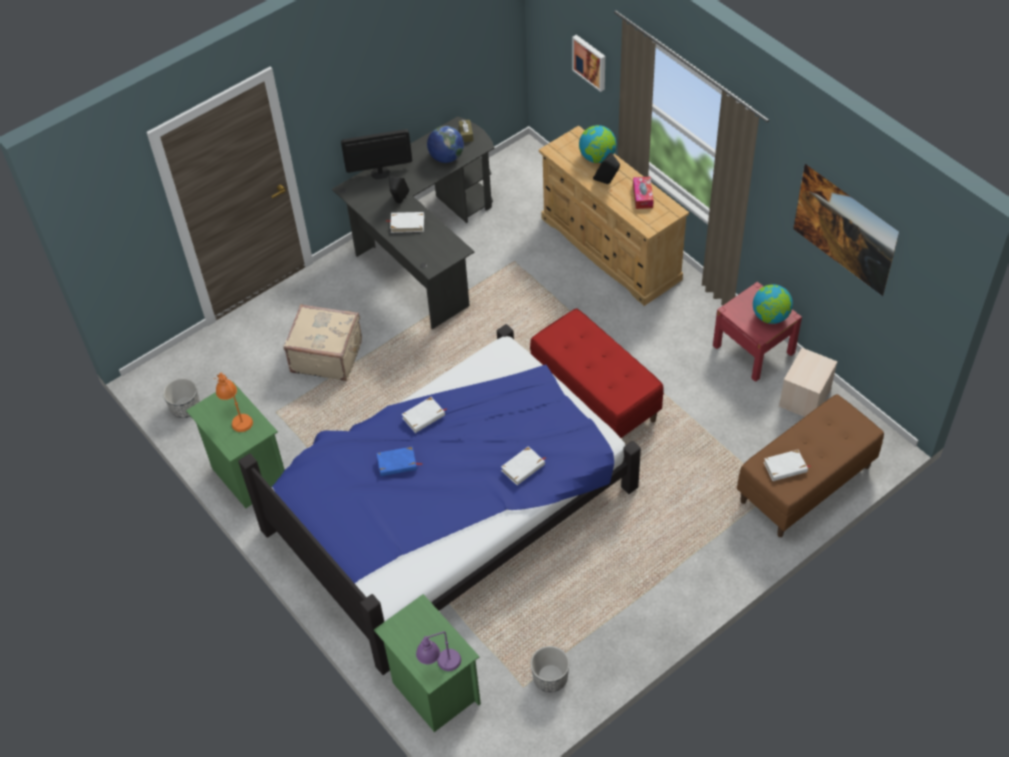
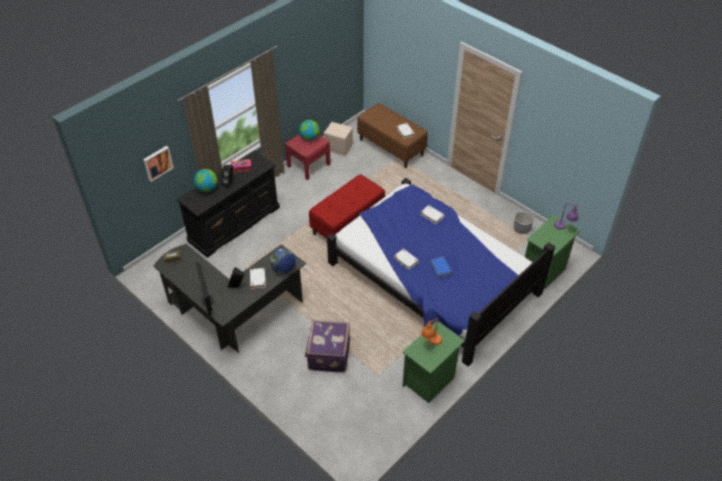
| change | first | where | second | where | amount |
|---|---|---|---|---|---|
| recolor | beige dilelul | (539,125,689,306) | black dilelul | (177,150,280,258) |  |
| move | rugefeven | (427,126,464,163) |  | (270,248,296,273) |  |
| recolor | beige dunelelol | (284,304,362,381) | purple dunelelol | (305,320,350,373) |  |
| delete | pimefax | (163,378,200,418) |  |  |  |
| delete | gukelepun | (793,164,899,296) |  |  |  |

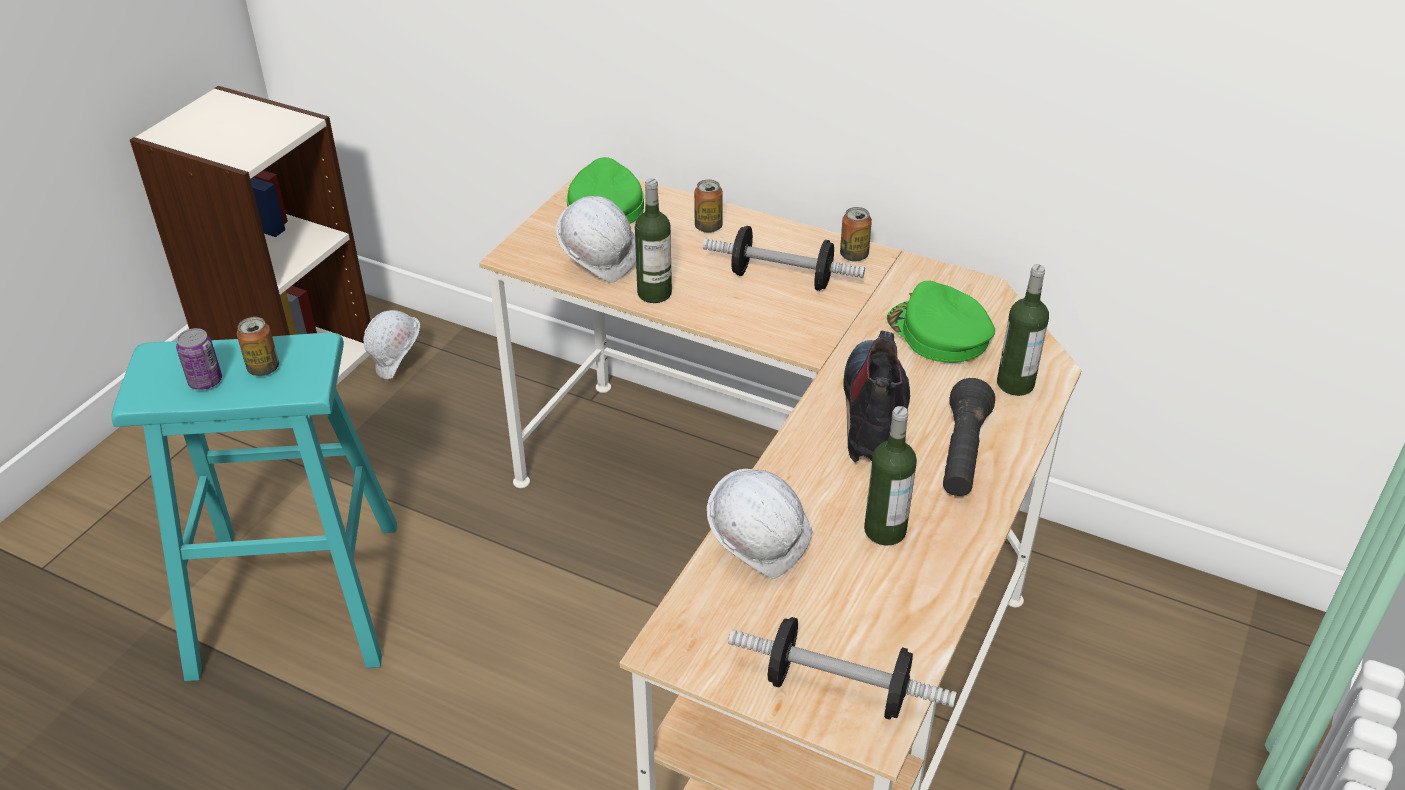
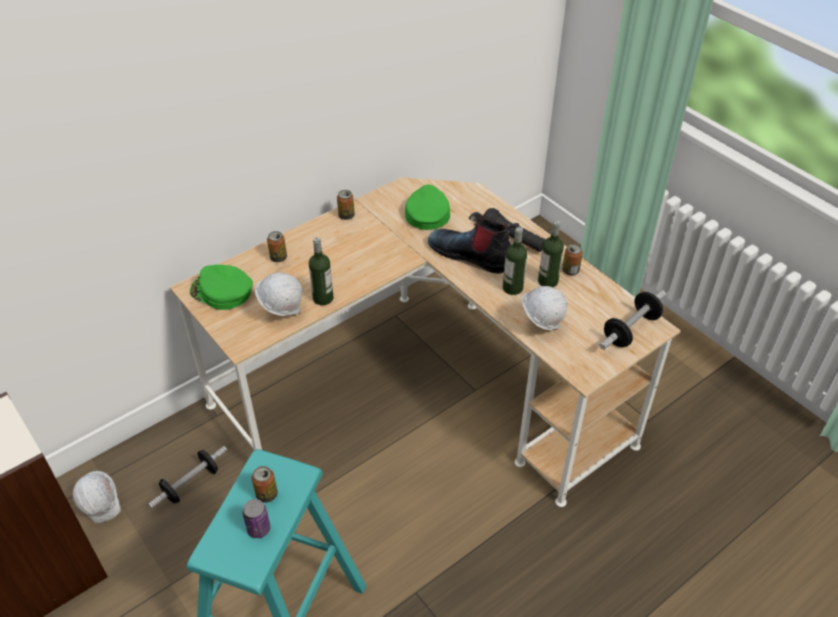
| change | first | where | second | where | amount |
|---|---|---|---|---|---|
| move | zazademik | (703,226,865,291) |  | (148,446,227,509) |  |
| rotate | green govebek | (887,281,995,363) |  | (405,184,450,230) | 105 degrees clockwise |
| move | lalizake | (997,264,1049,396) |  | (503,227,527,295) |  |
| insert |  |  | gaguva | (562,244,583,275) |  |

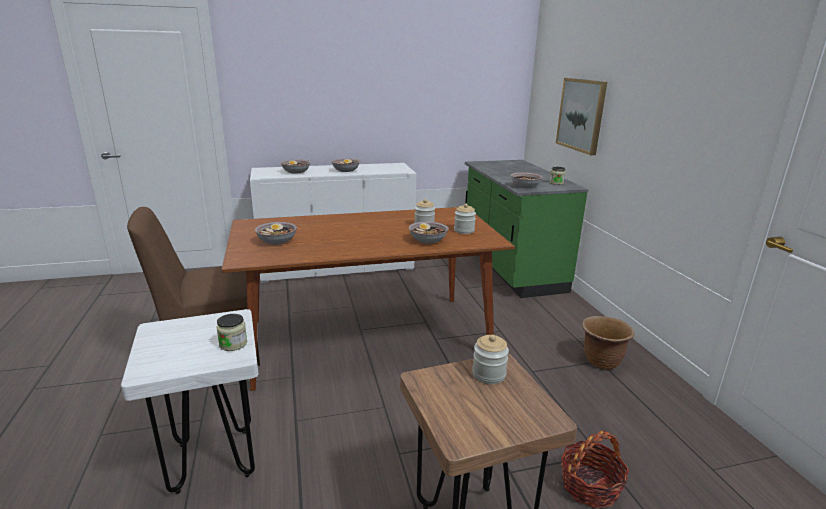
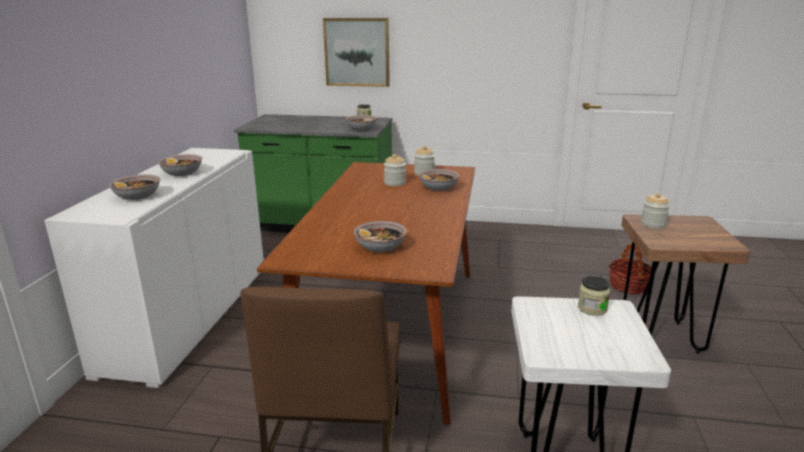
| change | first | where | second | where | amount |
|---|---|---|---|---|---|
| delete | brown pimefax | (582,316,634,370) |  |  |  |

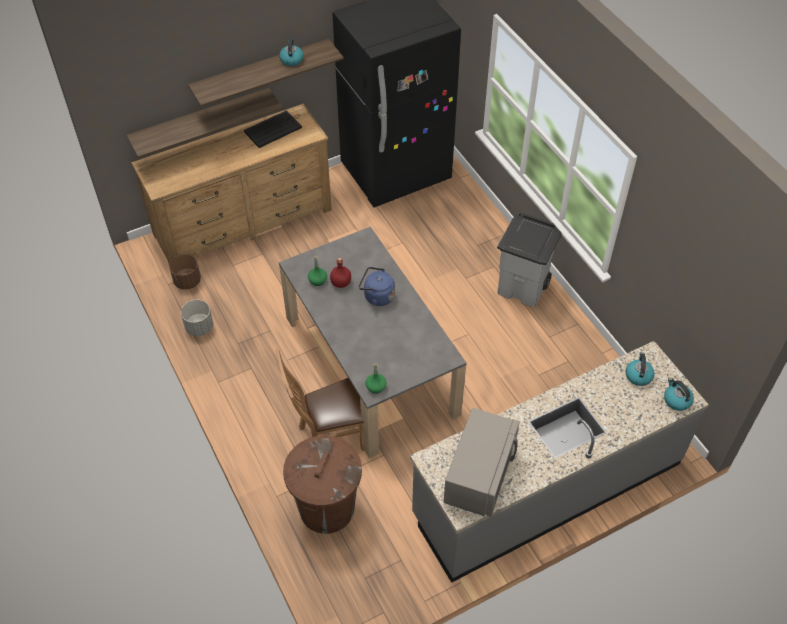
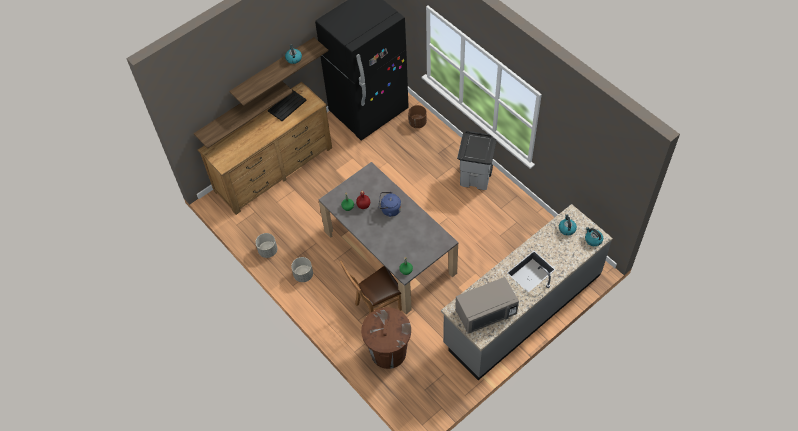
| change | first | where | second | where | amount |
|---|---|---|---|---|---|
| insert |  |  | grey pimefax | (291,257,313,282) |  |
| move | brown pimefax | (169,254,201,290) |  | (408,105,427,128) |  |
| rotate | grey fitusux | (443,408,519,517) |  | (455,277,519,334) | 60 degrees clockwise |

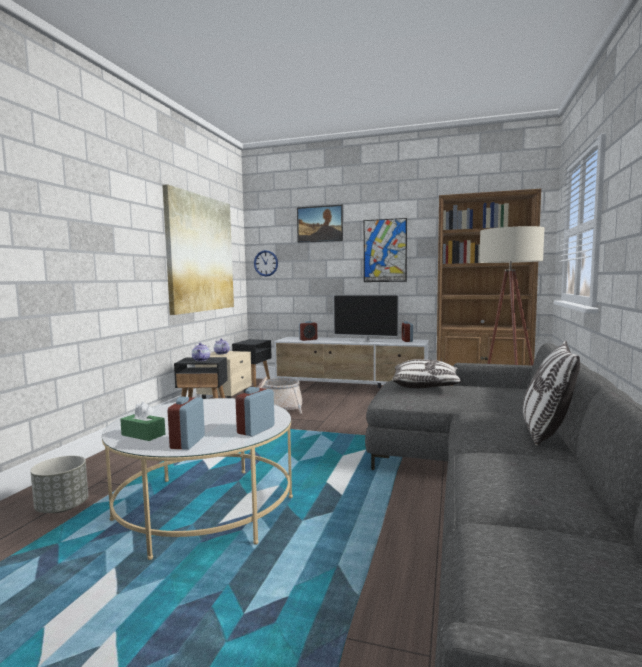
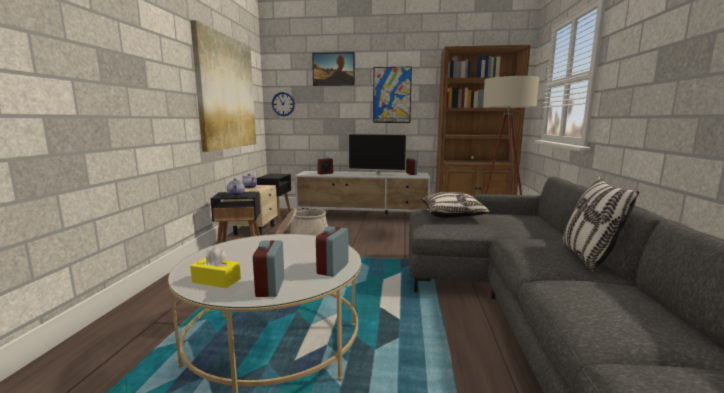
| change | first | where | second | where | amount |
|---|---|---|---|---|---|
| recolor | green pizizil | (120,402,165,441) | yellow pizizil | (190,246,241,288) |  |
| delete | grey pimefax | (30,456,88,513) |  |  |  |

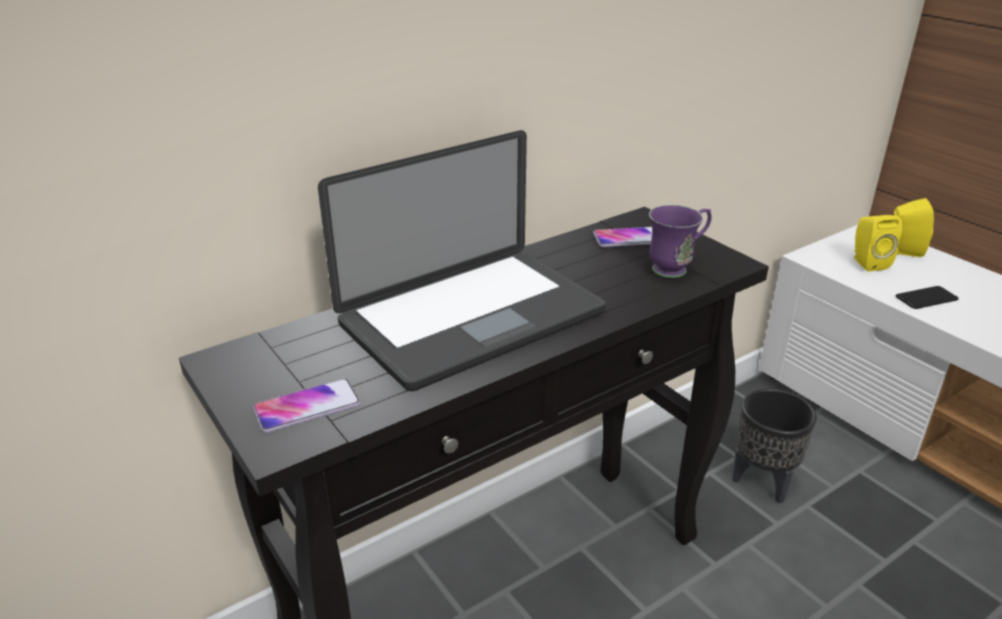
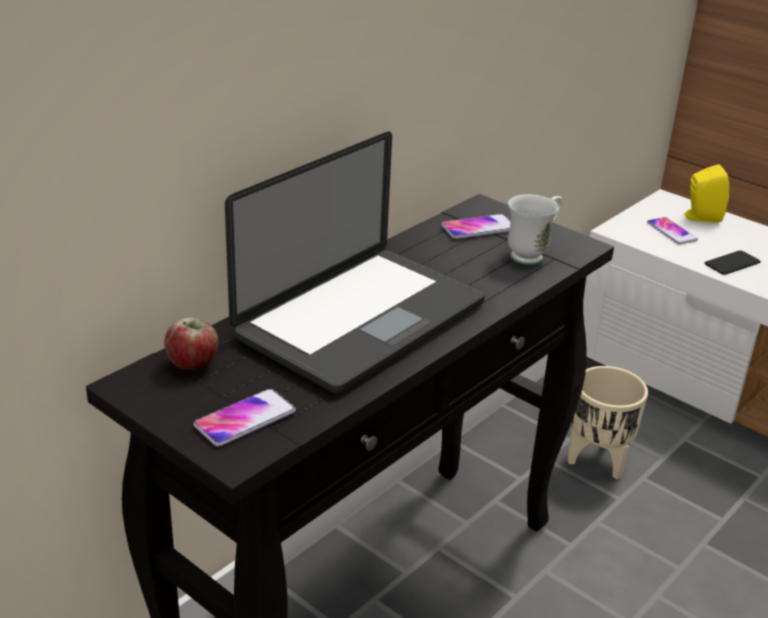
| change | first | where | second | where | amount |
|---|---|---|---|---|---|
| insert |  |  | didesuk | (164,317,218,370) |  |
| recolor | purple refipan | (649,205,712,278) | white refipan | (508,194,562,265) |  |
| recolor | black pimefax | (732,389,817,503) | beige pimefax | (568,366,648,479) |  |
| replace | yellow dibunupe | (854,215,902,271) | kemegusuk | (647,217,698,245) |  |

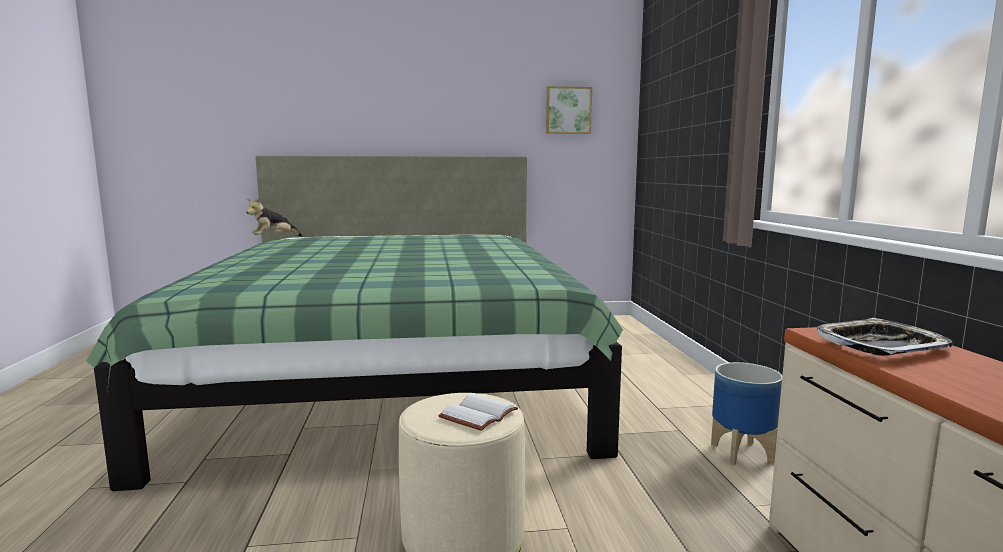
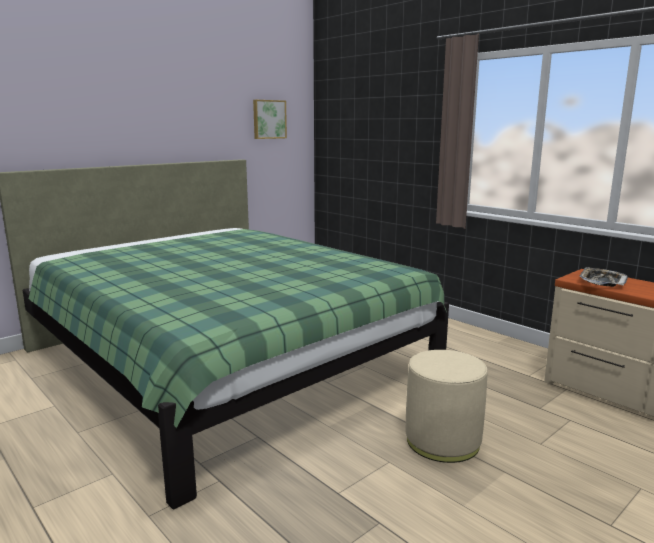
| change | first | where | second | where | amount |
|---|---|---|---|---|---|
| delete | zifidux | (246,198,303,237) |  |  |  |
| delete | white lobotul | (438,394,518,431) |  |  |  |
| delete | pimefax | (711,362,782,466) |  |  |  |

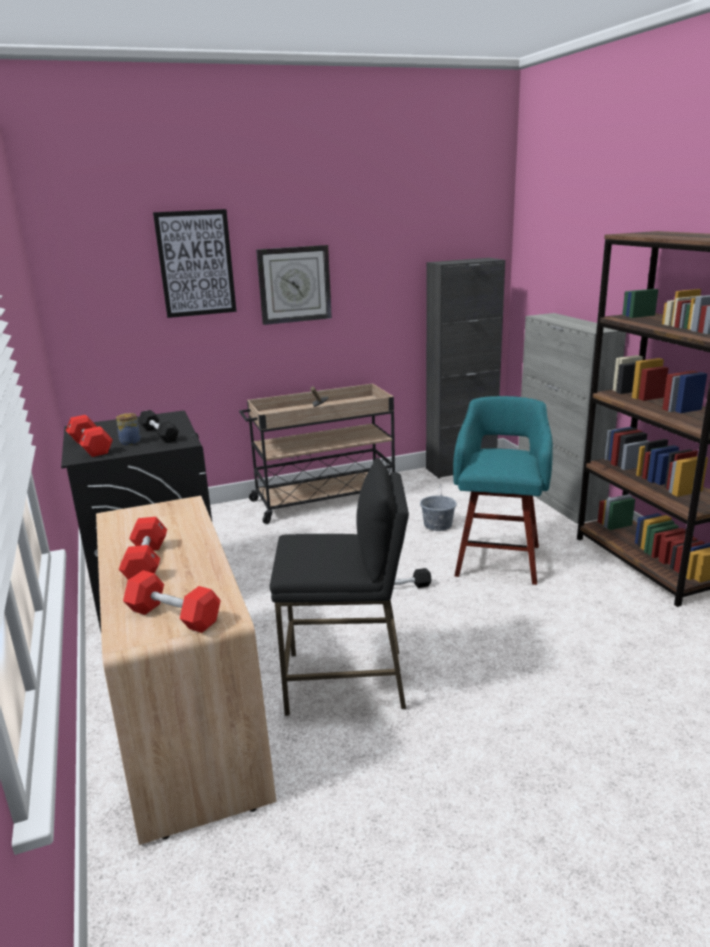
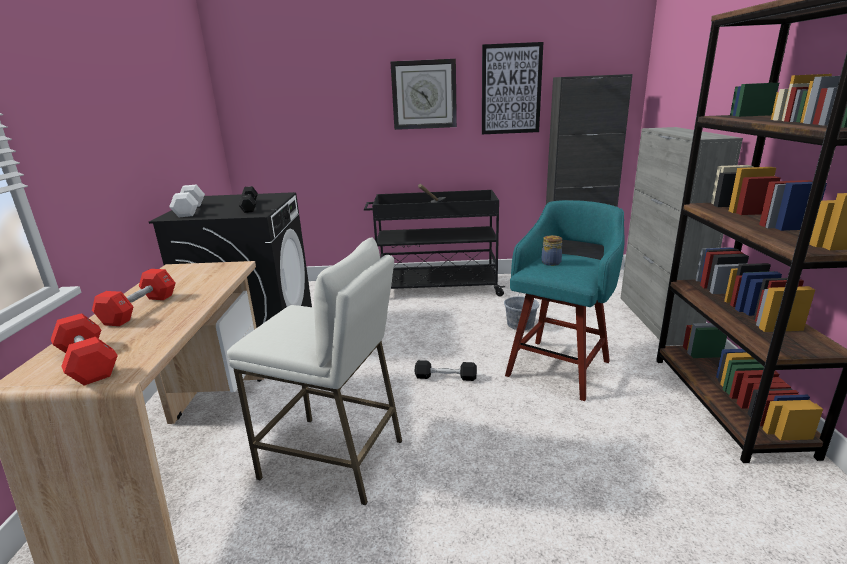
| change | first | where | second | where | amount |
|---|---|---|---|---|---|
| recolor | red zazademik | (66,415,113,457) | white zazademik | (169,185,205,217) |  |
| recolor | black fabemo | (270,458,409,716) | white fabemo | (227,237,402,505) |  |
| recolor | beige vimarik | (239,384,404,524) | black vimarik | (364,190,506,296) |  |
| move | gukelepun | (153,209,237,318) |  | (482,42,543,134) |  |
| move | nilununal | (116,413,141,445) |  | (542,235,562,266) |  |

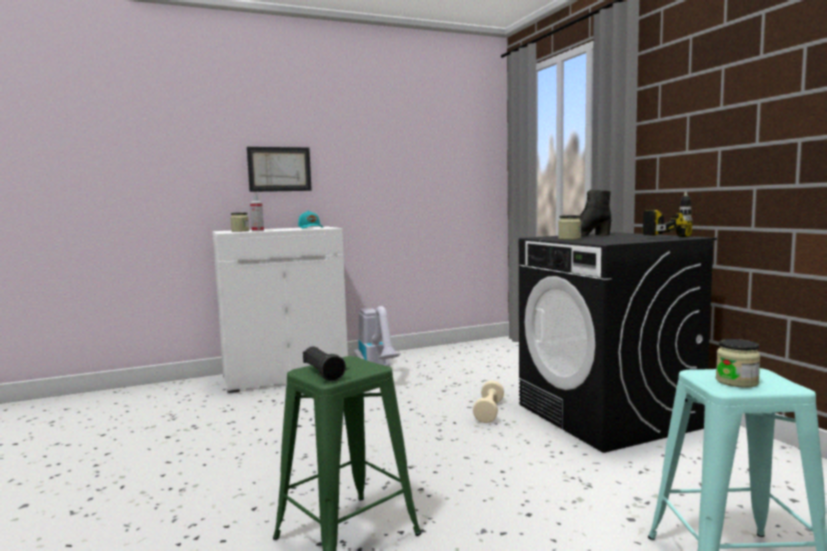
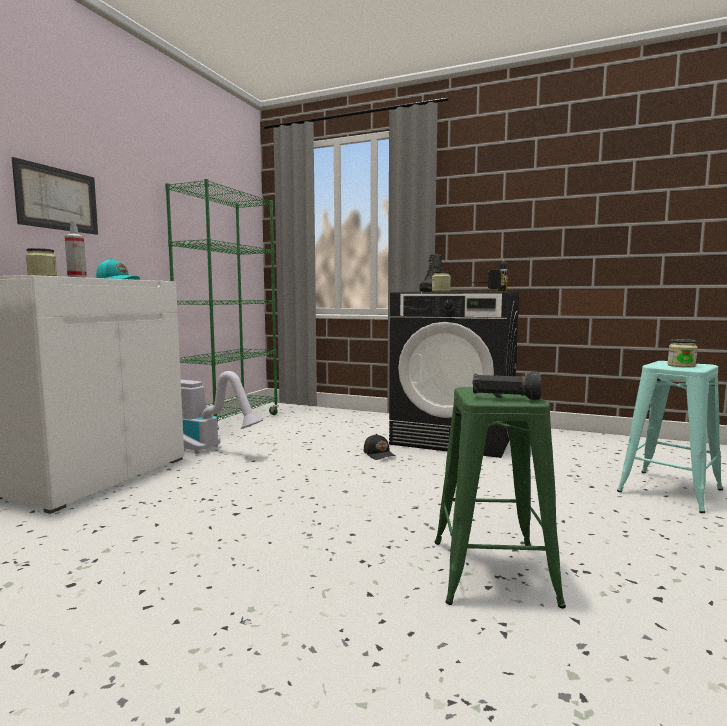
| change | first | where | second | where | amount |
|---|---|---|---|---|---|
| insert |  |  | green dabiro | (165,179,279,429) |  |
| replace | beige zazademik | (473,381,504,423) | black govebek | (364,434,395,460) |  |

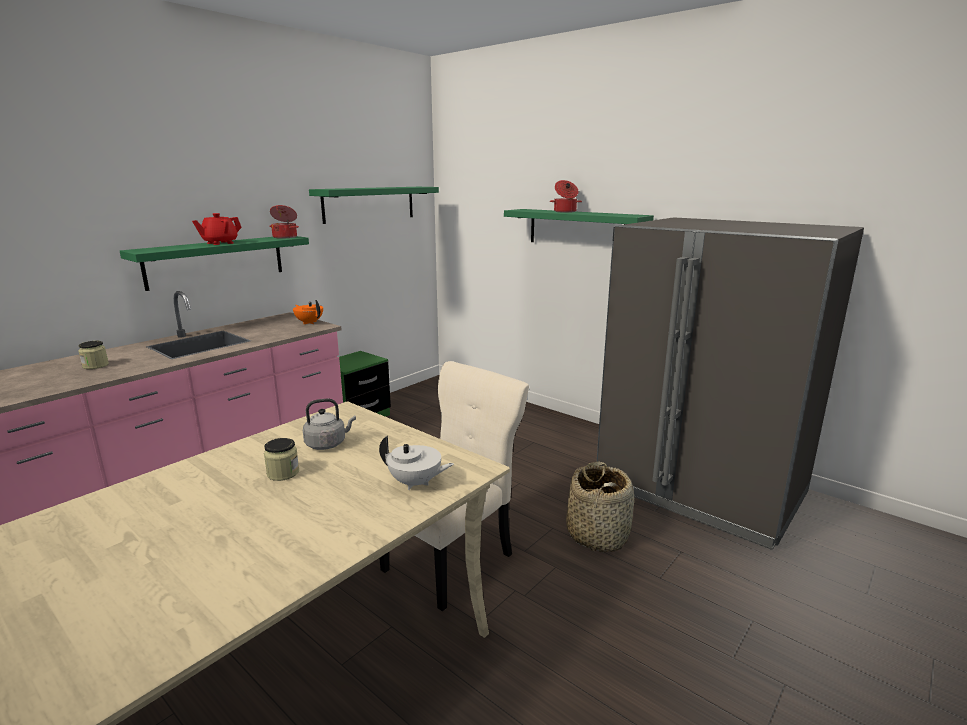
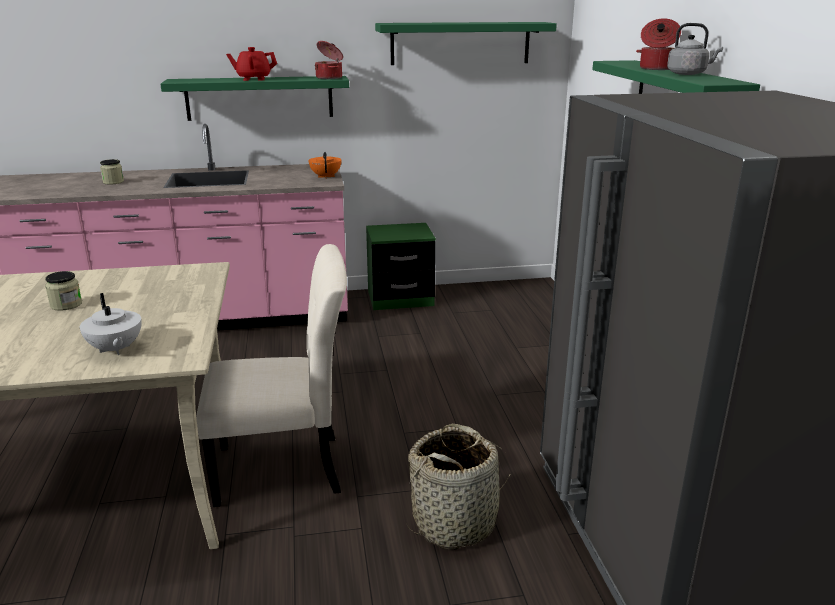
| change | first | where | second | where | amount |
|---|---|---|---|---|---|
| move | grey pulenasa | (303,399,356,450) |  | (667,23,723,75) |  |

